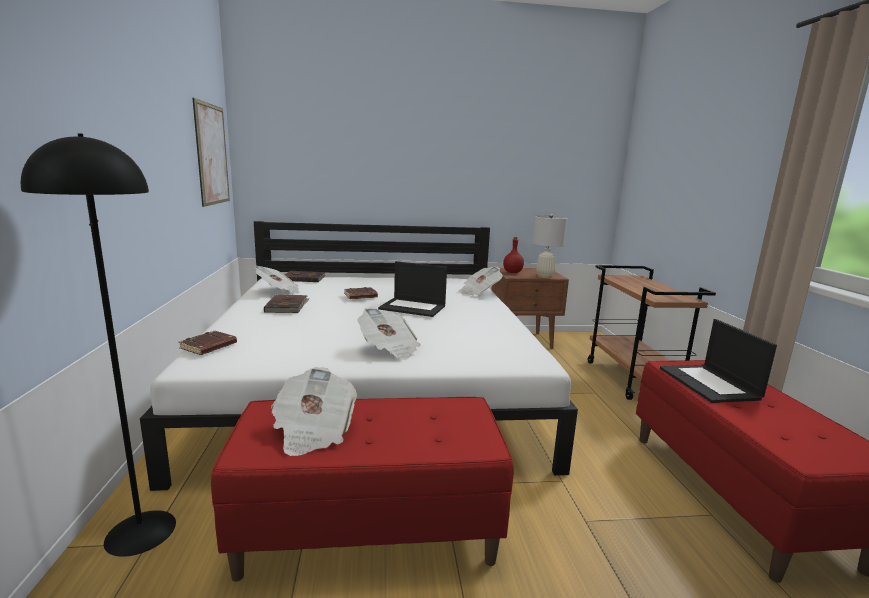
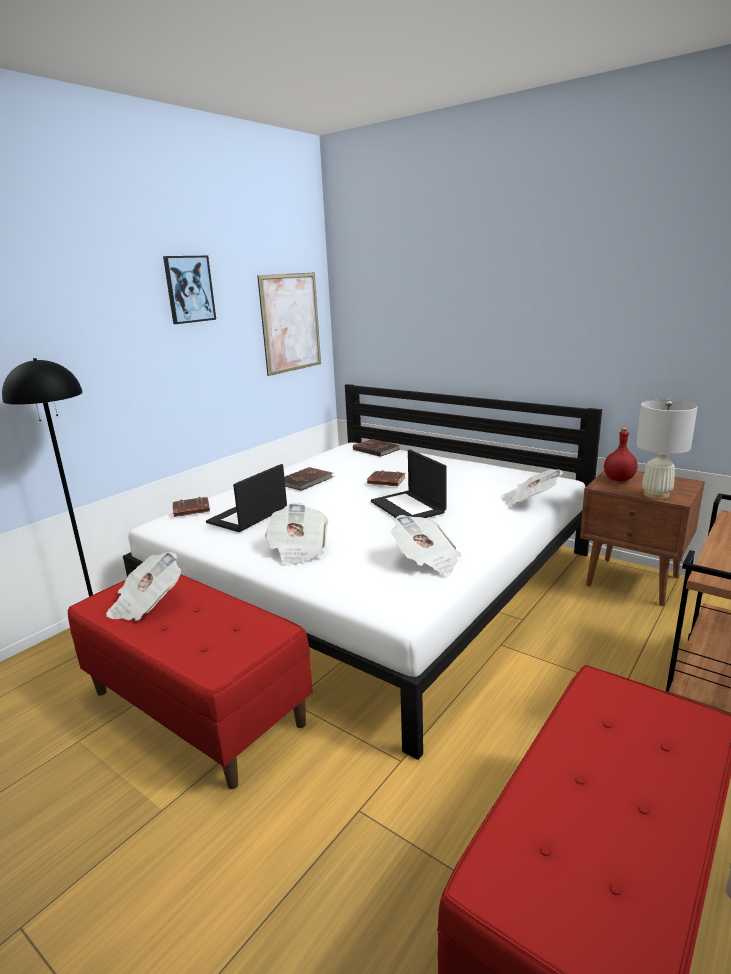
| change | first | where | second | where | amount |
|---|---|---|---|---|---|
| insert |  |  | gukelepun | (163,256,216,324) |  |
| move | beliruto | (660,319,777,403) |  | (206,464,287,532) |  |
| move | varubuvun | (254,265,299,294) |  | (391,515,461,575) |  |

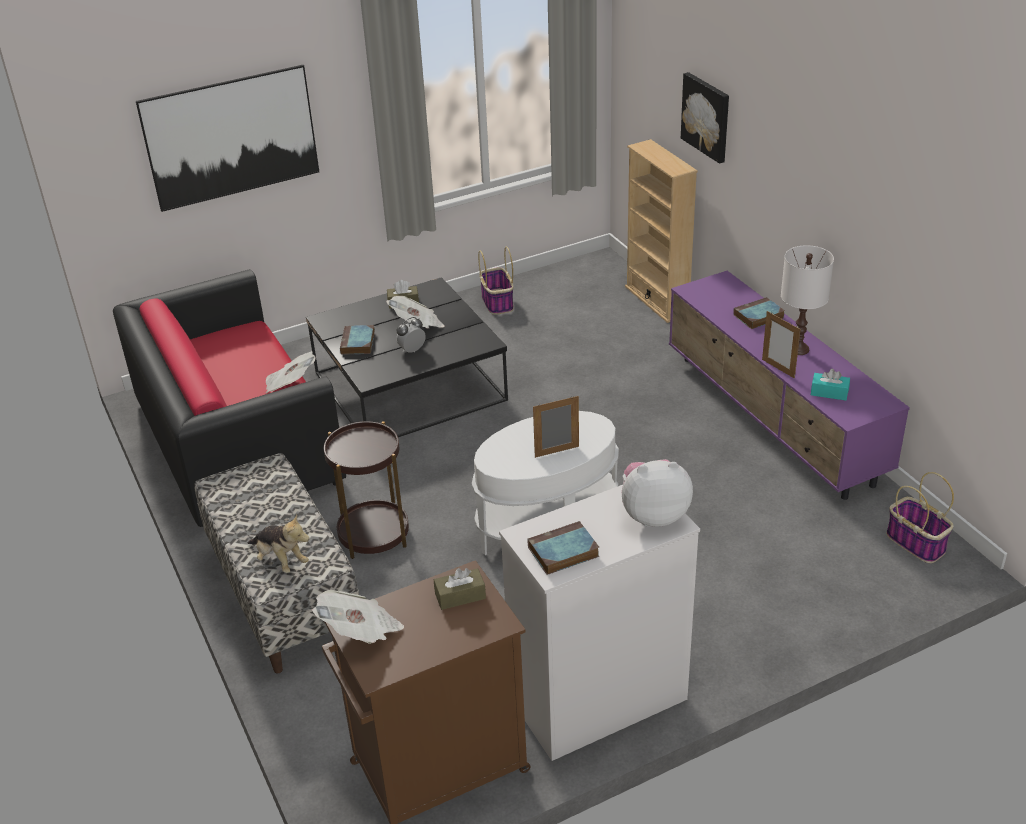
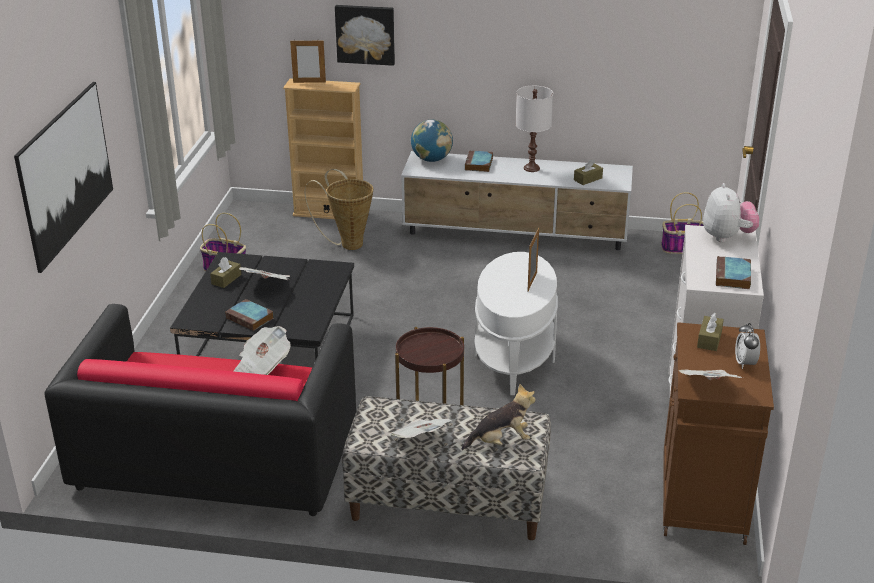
| change | first | where | second | where | amount |
|---|---|---|---|---|---|
| move | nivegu | (762,311,801,378) |  | (290,39,326,83) |  |
| insert |  |  | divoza | (305,169,373,250) |  |
| insert |  |  | varubuvun | (391,418,452,438) |  |
| recolor | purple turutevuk | (669,271,910,500) | white turutevuk | (401,151,633,250) |  |
| insert |  |  | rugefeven | (411,119,453,162) |  |
| recolor | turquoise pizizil | (811,369,850,401) | brown pizizil | (574,159,603,185) |  |
| rotate | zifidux | (622,459,693,527) |  | (703,183,759,242) | 150 degrees clockwise |
| move | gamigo | (396,317,426,353) |  | (735,323,760,369) |  |

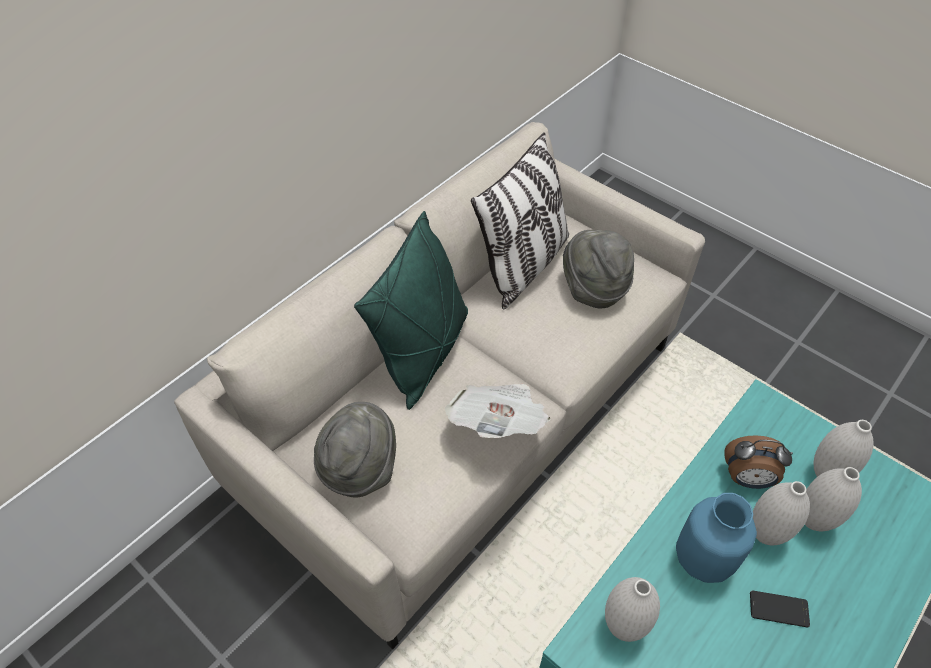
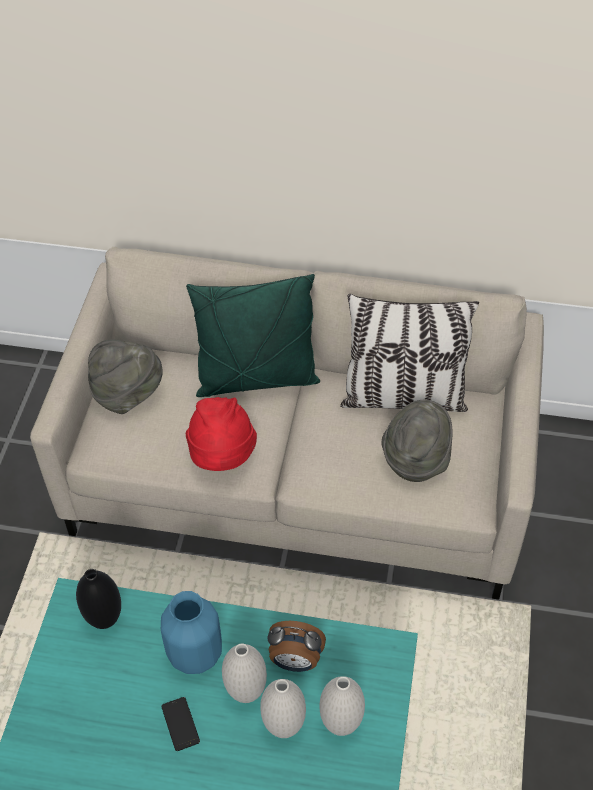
| change | first | where | second | where | amount |
|---|---|---|---|---|---|
| recolor | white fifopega | (605,577,660,642) | black fifopega | (76,569,121,629) |  |
| replace | varubuvun | (445,384,550,438) | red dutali | (186,397,257,471) |  |
| rotate | gamigo | (724,435,793,489) |  | (268,621,326,672) | 60 degrees counterclockwise |

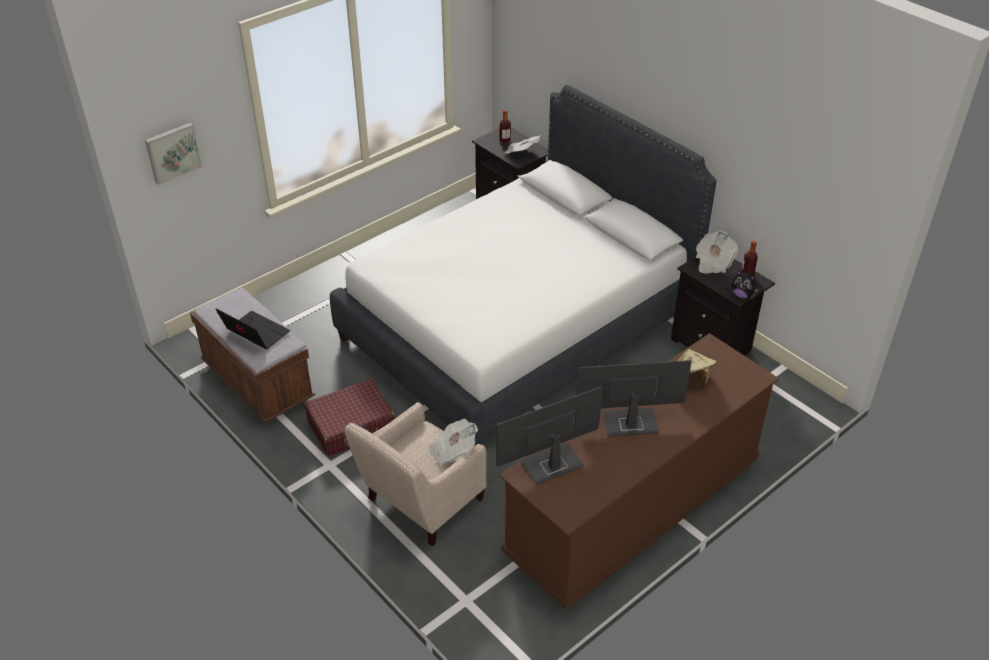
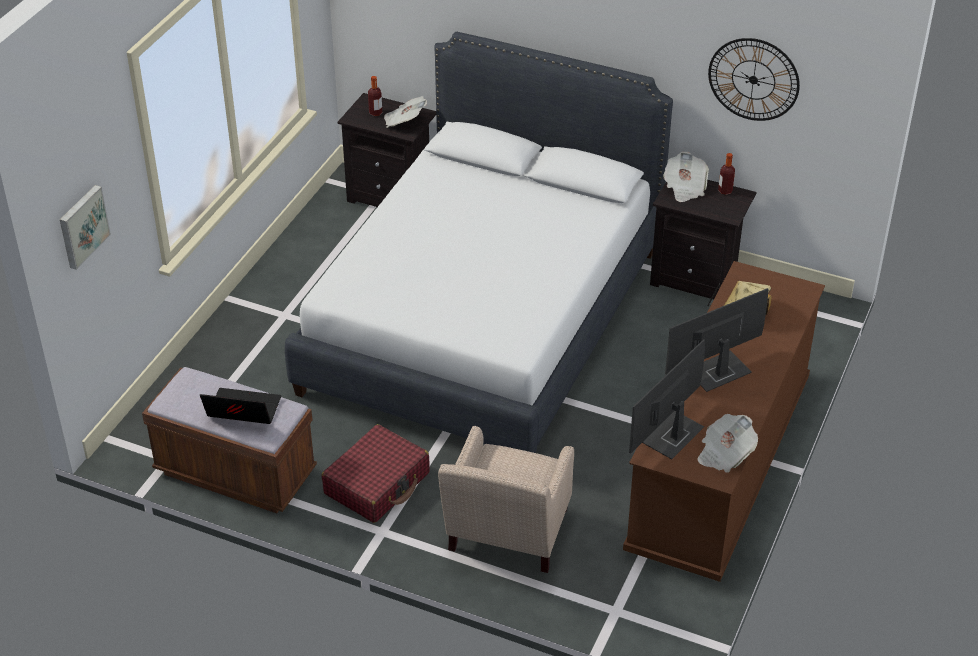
| change | first | where | second | where | amount |
|---|---|---|---|---|---|
| move | varubuvun | (427,419,478,465) |  | (697,414,758,473) |  |
| insert |  |  | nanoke | (708,38,800,121) |  |
| delete | zifidux | (731,270,759,299) |  |  |  |

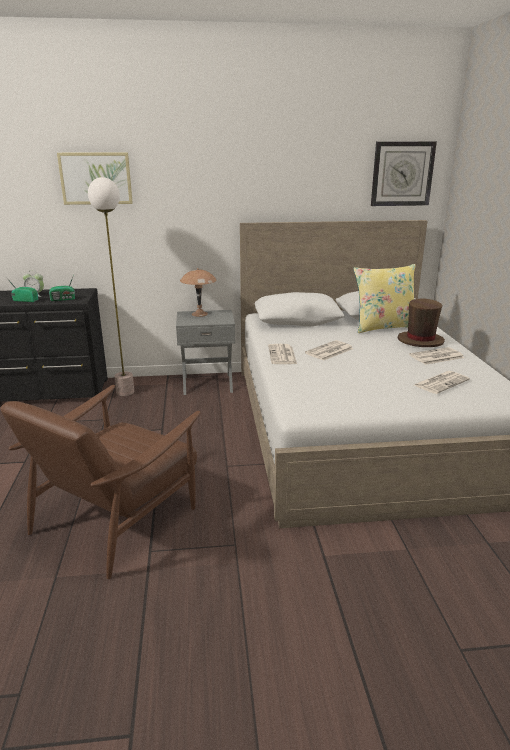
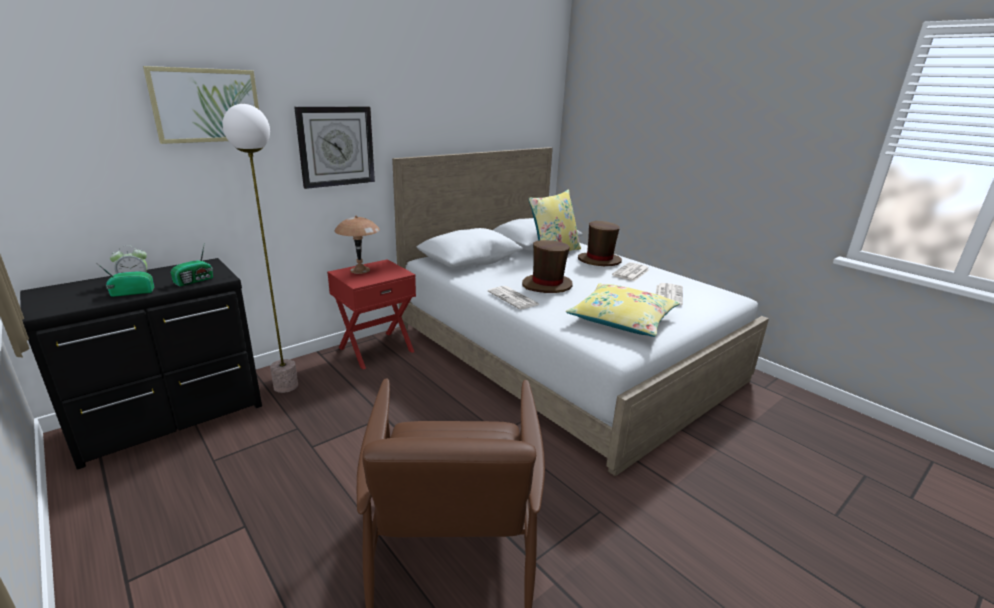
| change | first | where | second | where | amount |
|---|---|---|---|---|---|
| move | nanoke | (371,142,437,206) |  | (294,107,375,189) |  |
| recolor | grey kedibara | (176,310,235,395) | red kedibara | (327,259,416,369) |  |
| replace | varubuvun | (305,340,353,360) | brown dutali | (522,240,573,293) |  |
| insert |  |  | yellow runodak | (566,284,680,337) |  |

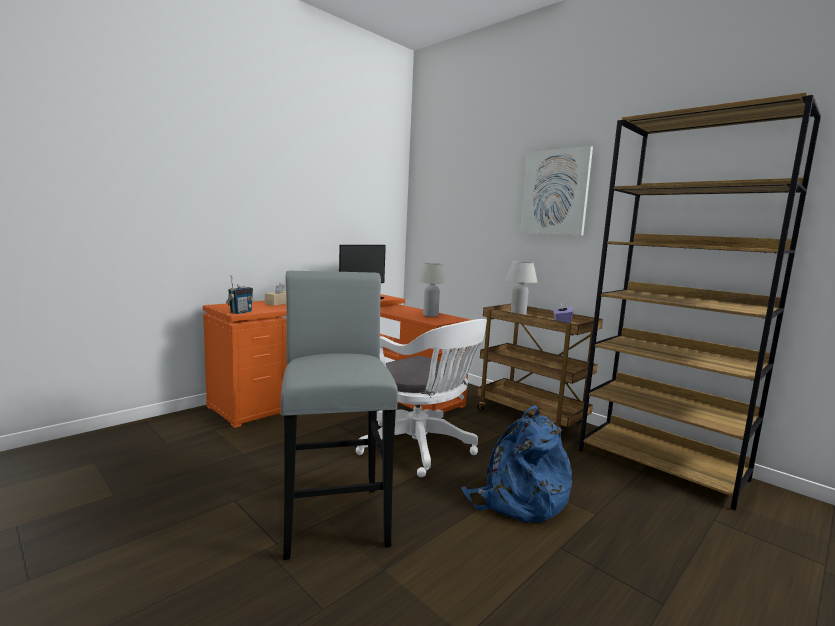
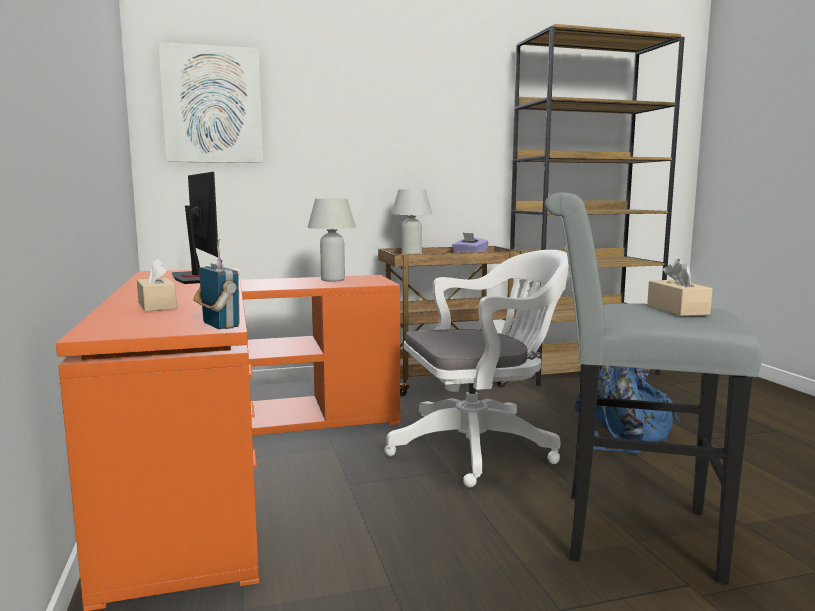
| change | first | where | second | where | amount |
|---|---|---|---|---|---|
| move | gukelepun | (520,146,593,236) |  | (158,42,263,163) |  |
| insert |  |  | beige pizizil | (647,259,713,316) |  |

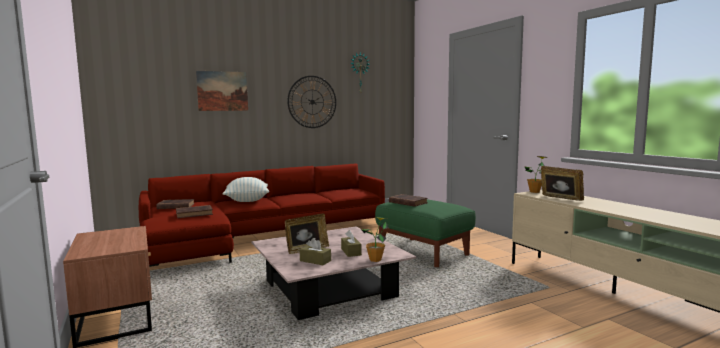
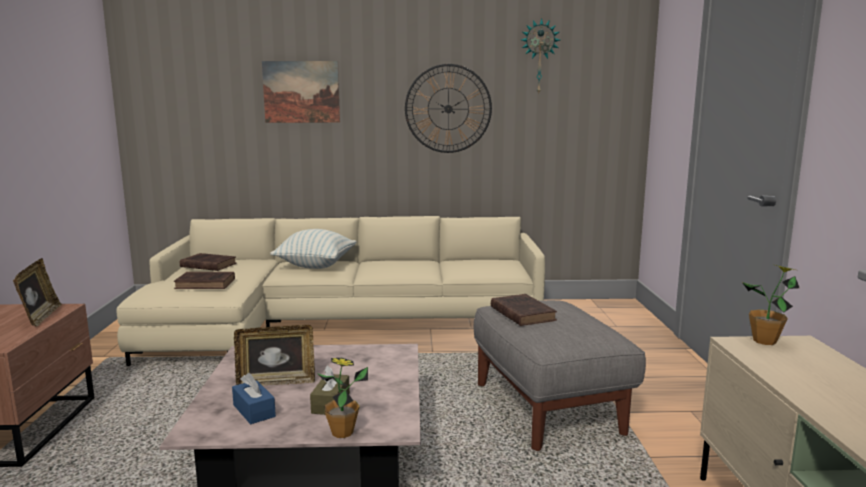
| change | first | where | second | where | amount |
|---|---|---|---|---|---|
| move | nivegu | (541,166,584,201) |  | (13,258,62,327) |  |
| recolor | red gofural | (139,163,385,267) | beige gofural | (116,216,545,366) |  |
| recolor | brown pizizil | (300,238,331,265) | blue pizizil | (232,373,276,424) |  |
| recolor | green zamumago | (375,199,476,267) | grey zamumago | (474,300,646,451) |  |

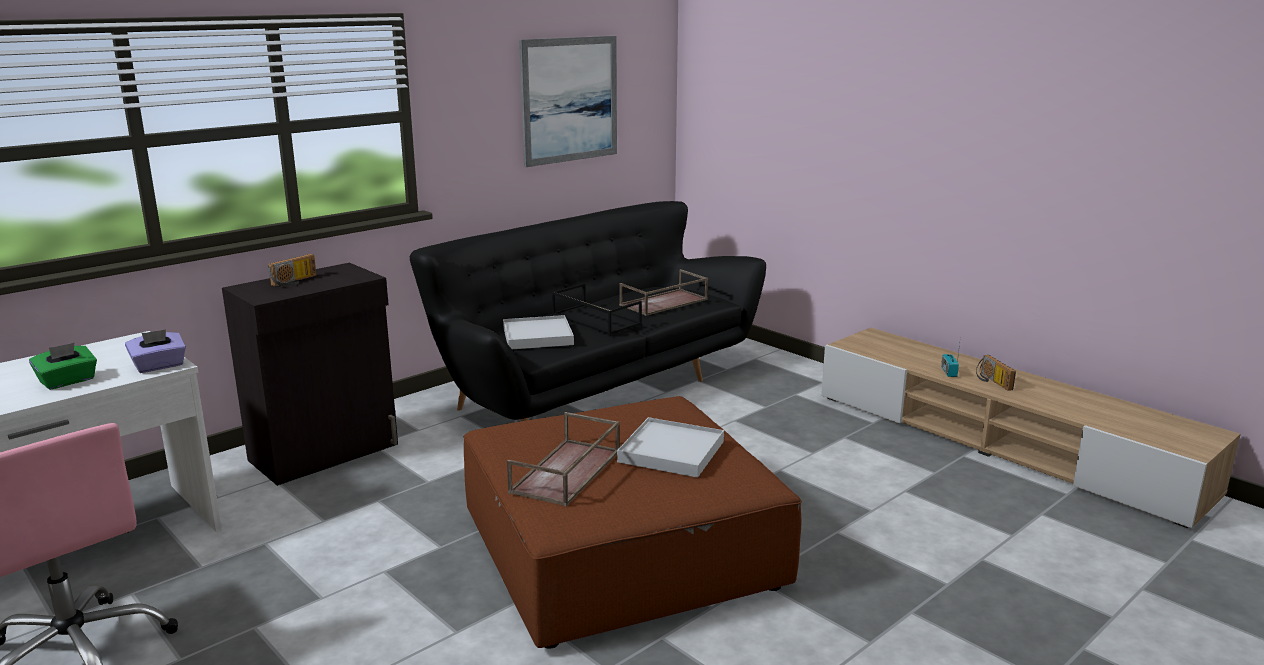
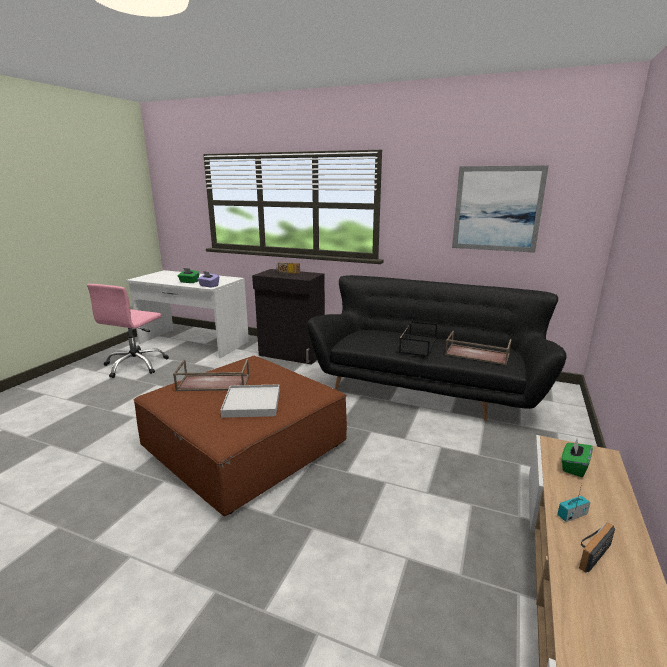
| change | first | where | second | where | amount |
|---|---|---|---|---|---|
| insert |  |  | green pizizil | (561,439,593,477) |  |
| delete | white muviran | (503,315,574,349) |  |  |  |

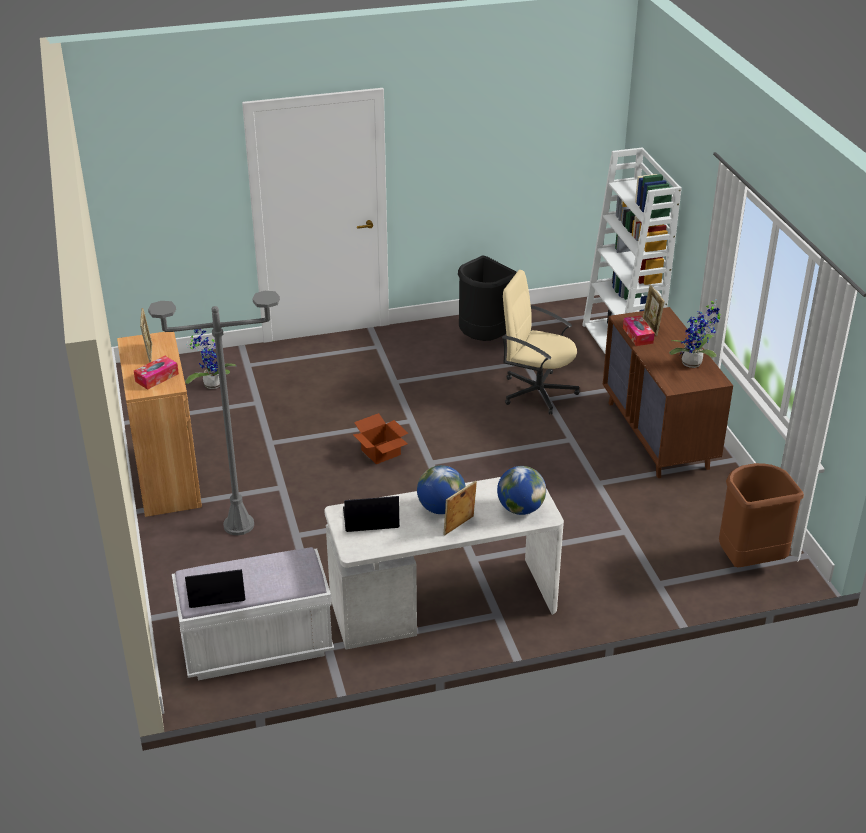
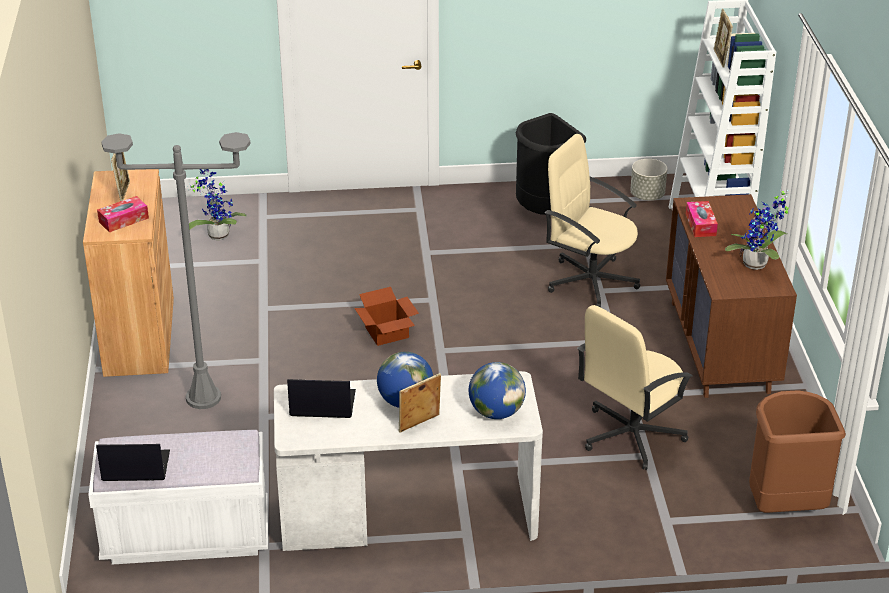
| change | first | where | second | where | amount |
|---|---|---|---|---|---|
| insert |  |  | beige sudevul | (577,305,693,470) |  |
| insert |  |  | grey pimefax | (630,159,667,200) |  |
| move | nivegu | (643,284,665,336) |  | (714,9,733,67) |  |

